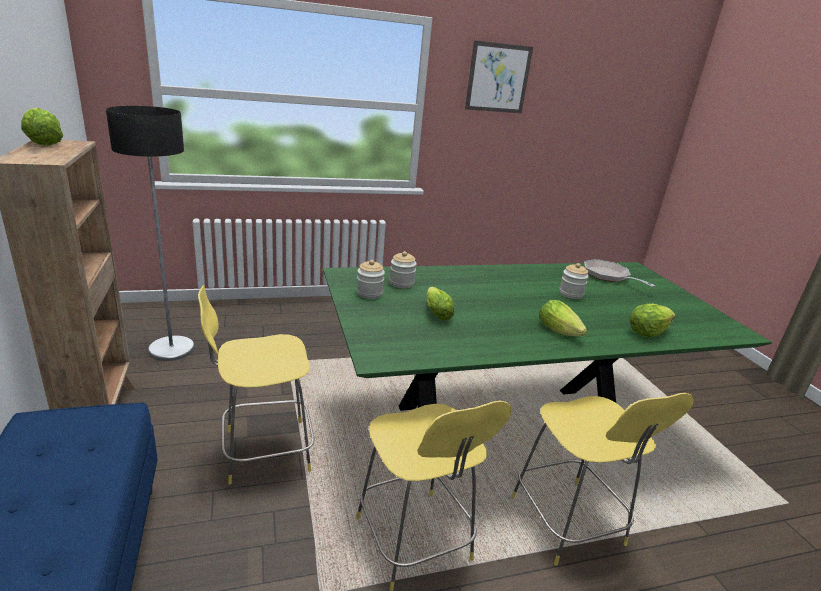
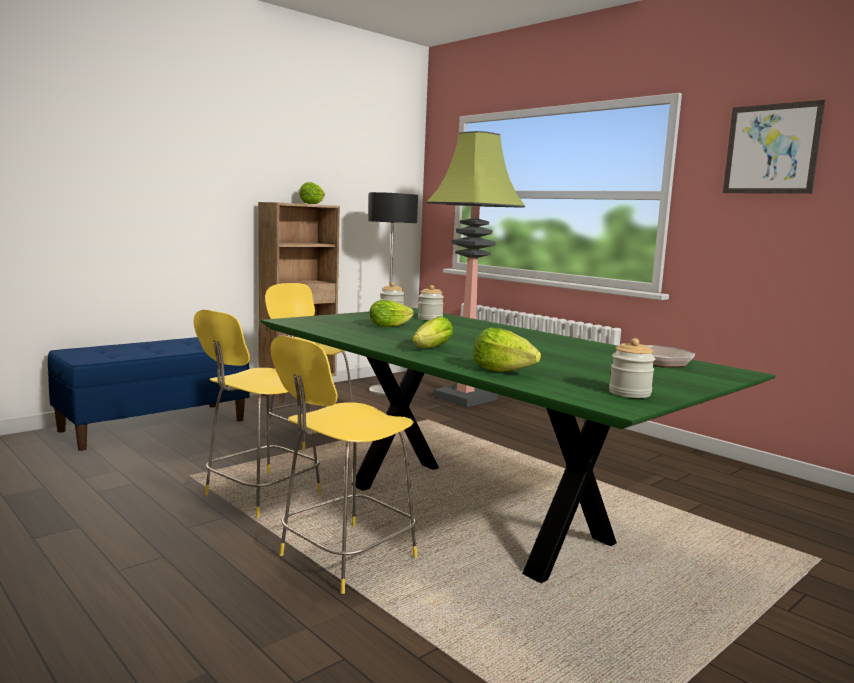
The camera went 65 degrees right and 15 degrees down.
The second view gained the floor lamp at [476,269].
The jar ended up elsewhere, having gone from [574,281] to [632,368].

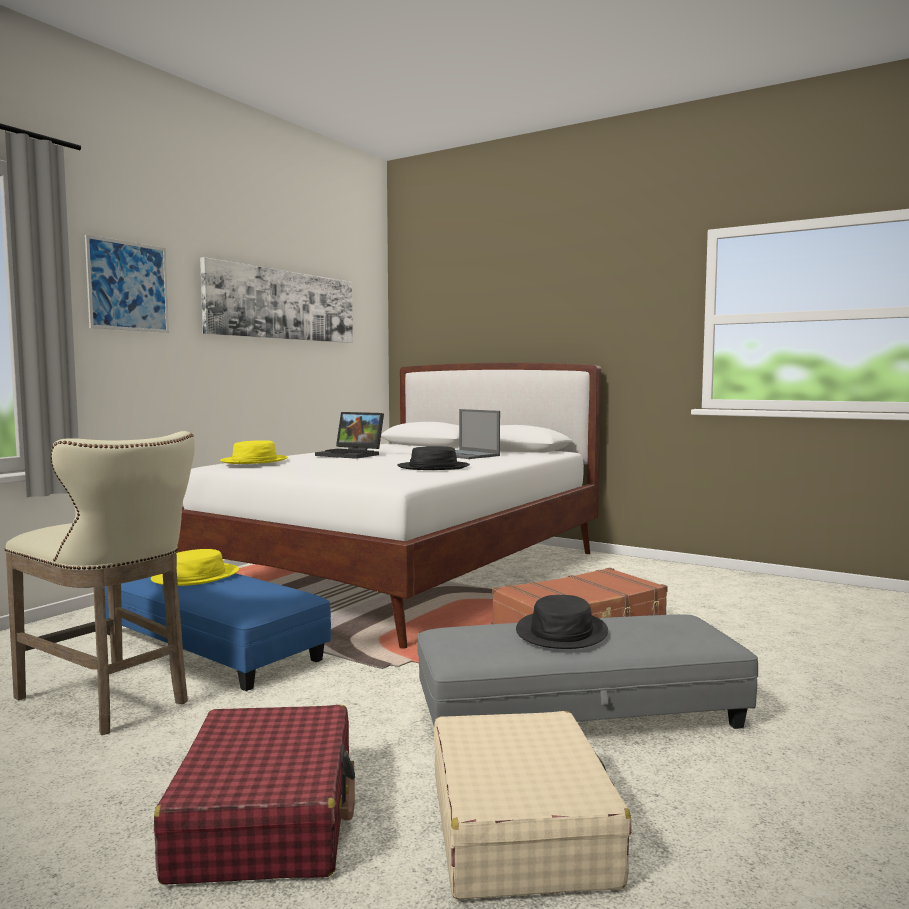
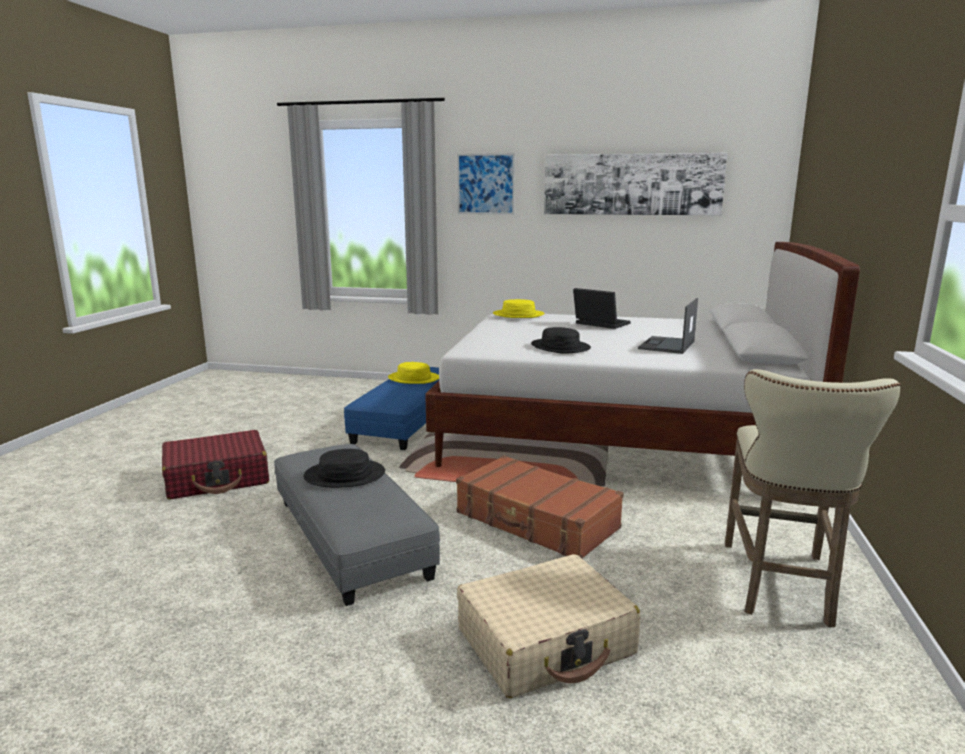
The camera went 70 degrees right and 10 degrees up.
The suitcase (beige) ended up elsewhere, having gone from [533,805] to [548,626].
The laptop at [349,435] ended up facing another way, 120 degrees clockwise from before.
The stool (beige) ended up elsewhere, having gone from [99,583] to [813,498].

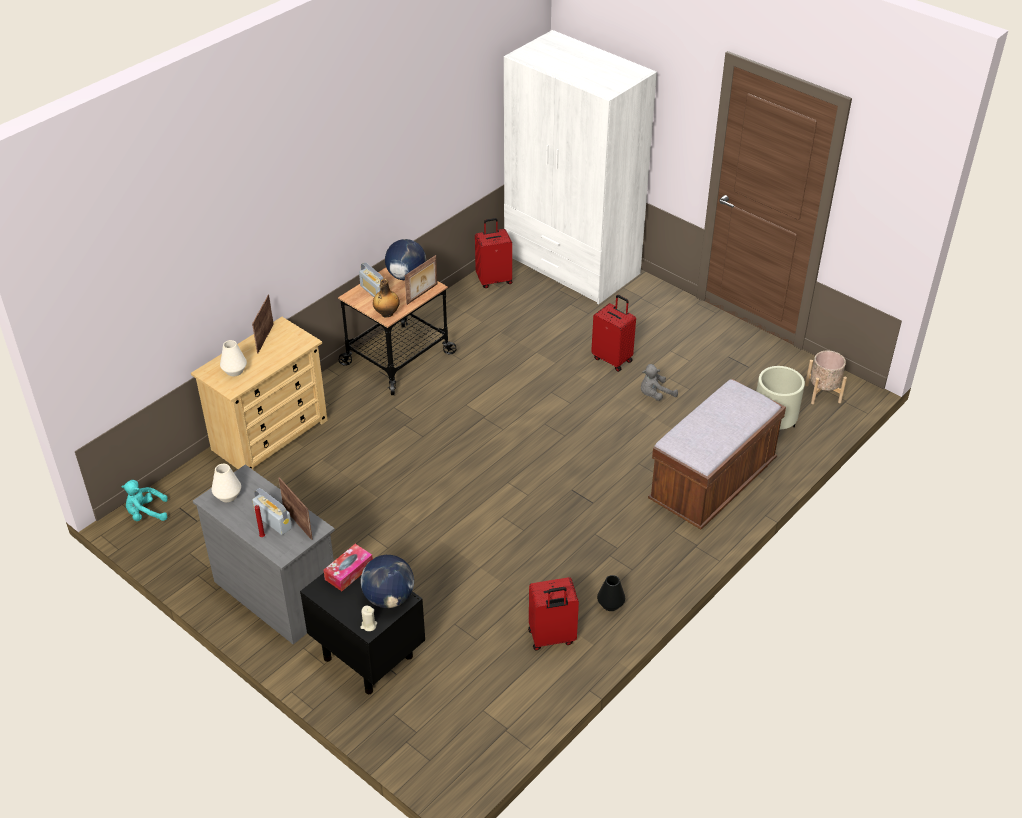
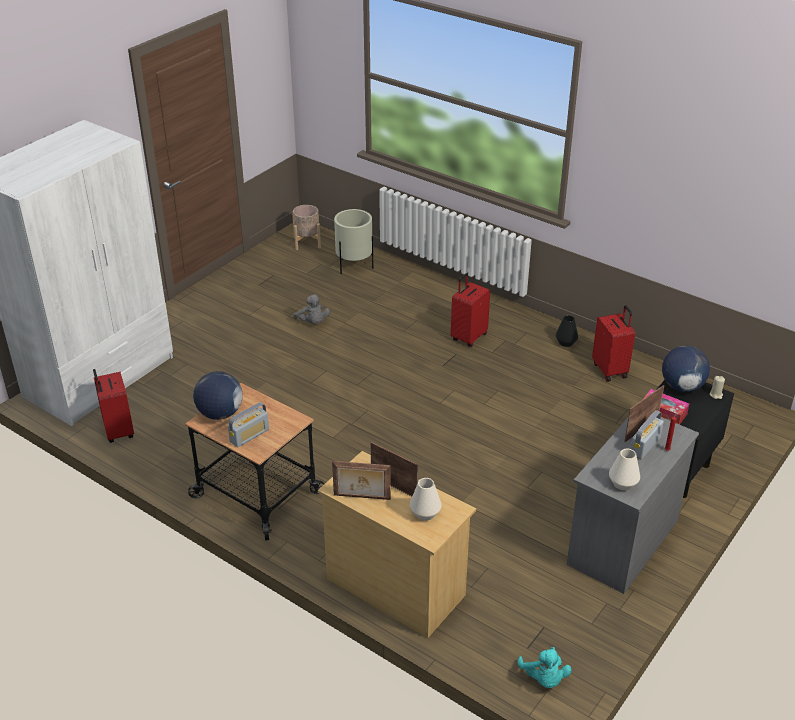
The camera went 95 degrees left and 5 degrees down.
The picture frame ended up elsewhere, having gone from [421,280] to [394,469].
The suitcase (red) ended up elsewhere, having gone from [613,333] to [470,310].
The second view lost the bottle at [386,298].
The second view lost the bench (brown) at [717,454].

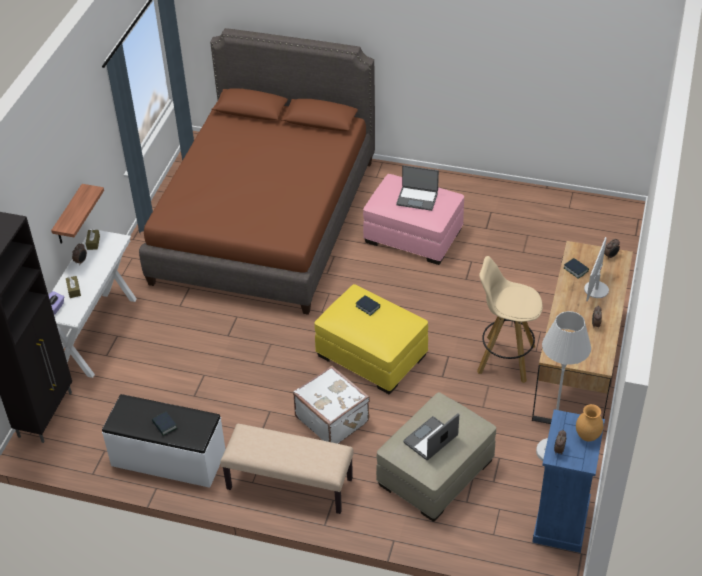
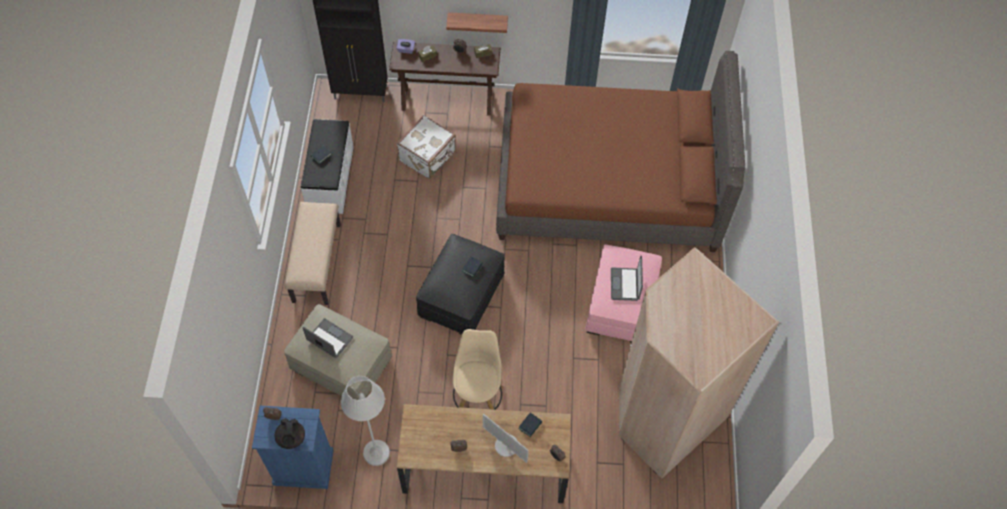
The camera went 75 degrees right and 15 degrees up.
Where the vase (brown) stood at [590,422], the teapot (black) came to stand at [290,433].
What was the console table (white) at [95,303] turned into the console table (brown) at [444,79].
The suitcase (white) ended up elsewhere, having gone from [331,405] to [426,147].
What was the ottoman (yellow) at [371,339] turned into the ottoman (black) at [460,284].
The monitor at [596,269] ended up facing another way, 150 degrees counterclockwise from before.
The second view gained the wardrobe (beige) at [699,363].

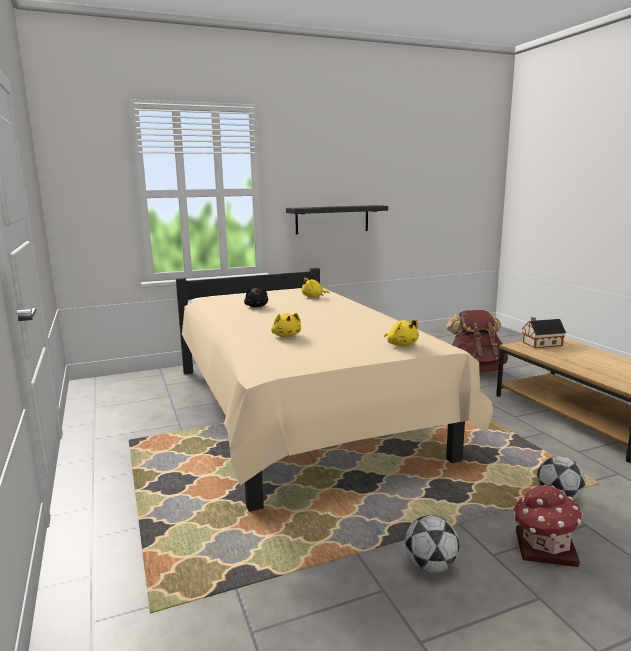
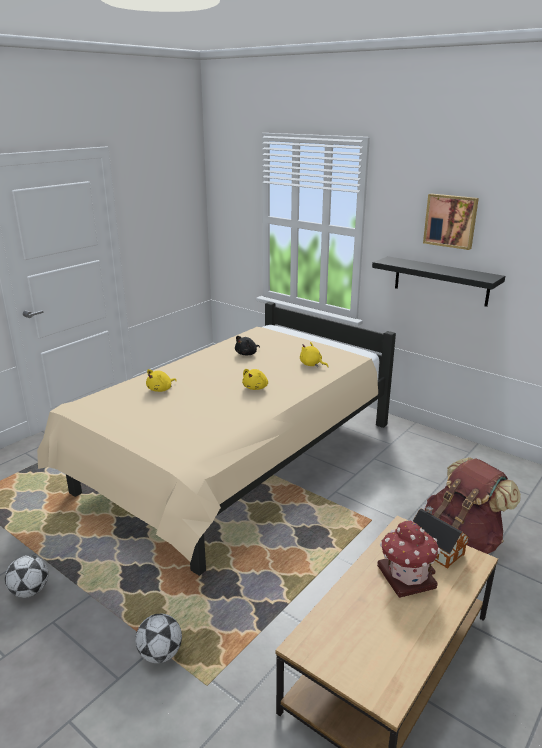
The camera went 60 degrees right and 10 degrees up.
The plush toy (yellow) ended up elsewhere, having gone from [401,332] to [255,379].
The toy house ended up elsewhere, having gone from [548,526] to [408,559].
The second view gained the picture at [451,221].

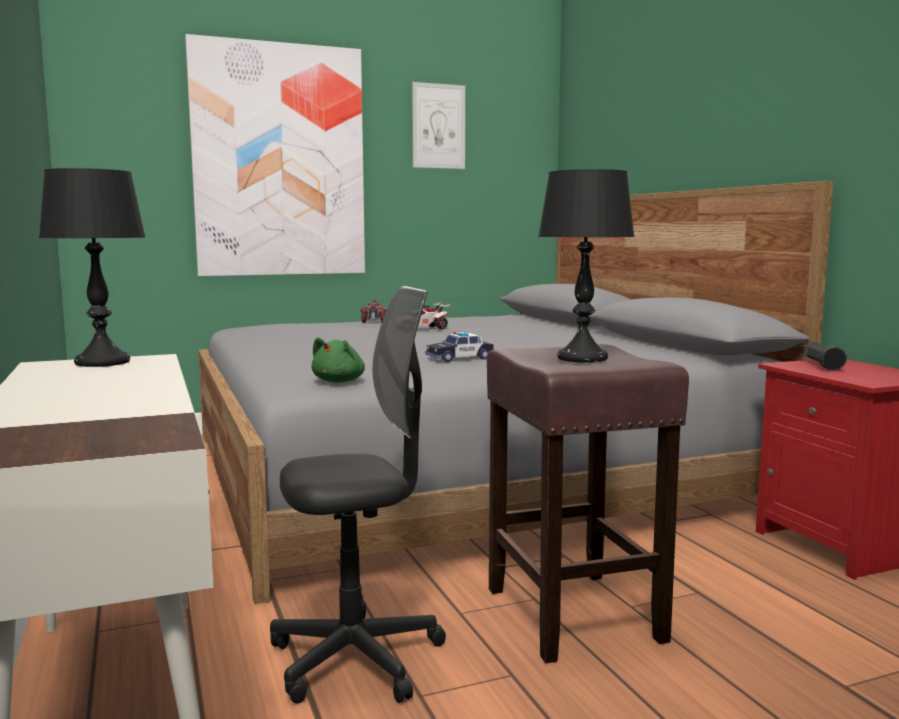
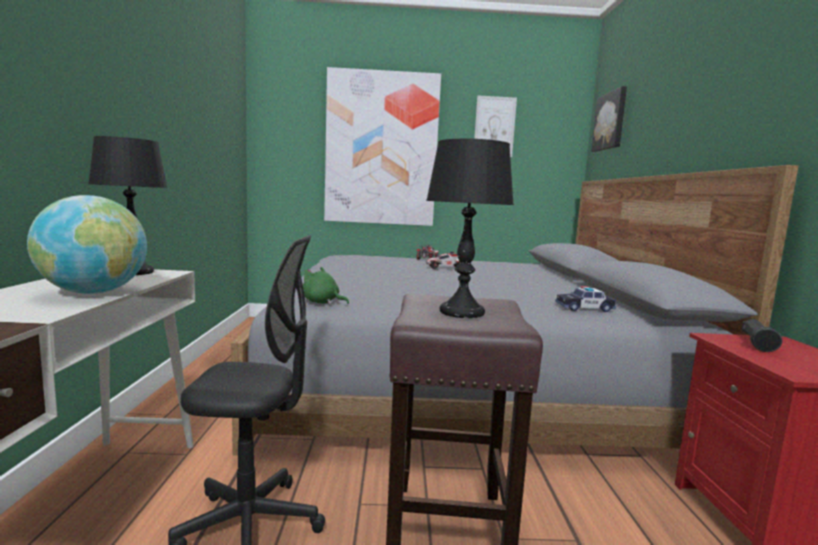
The camera went 20 degrees right and 0 degrees up.
The second view gained the globe at [87,244].
The plush toy (green) at [338,360] ended up facing another way, 75 degrees clockwise from before.
The toy car ended up elsewhere, having gone from [459,346] to [585,299].
The second view gained the picture at [609,119].

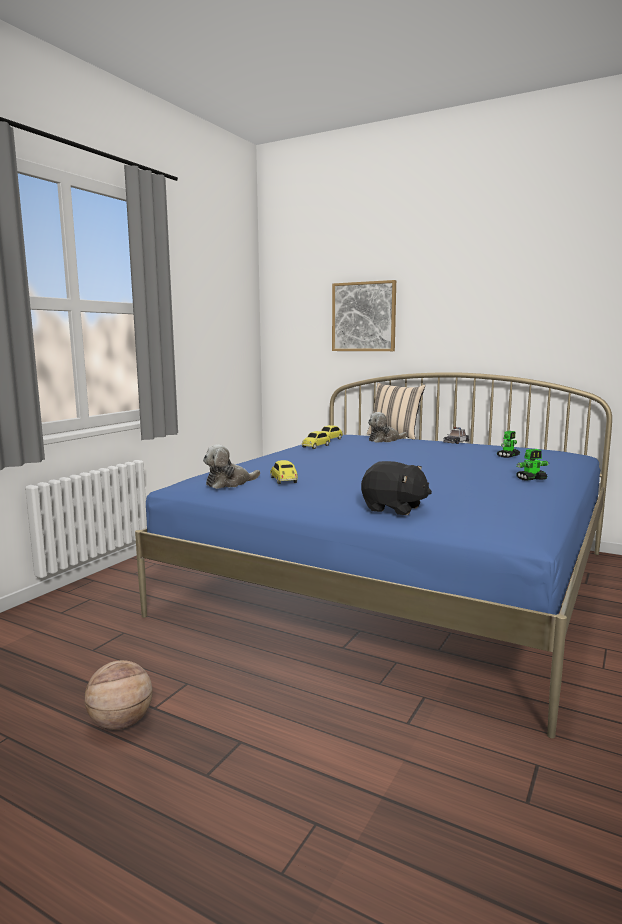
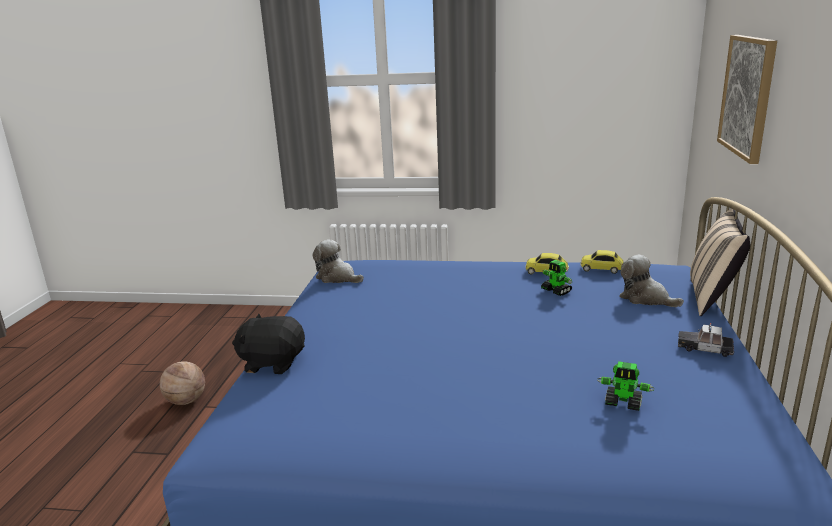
The camera went 70 degrees right and 10 degrees up.
The plush toy (black) at [396,488] ended up facing another way, 90 degrees clockwise from before.
The toy robot ended up elsewhere, having gone from [533,465] to [556,278].
The second view lost the toy car at [284,472].

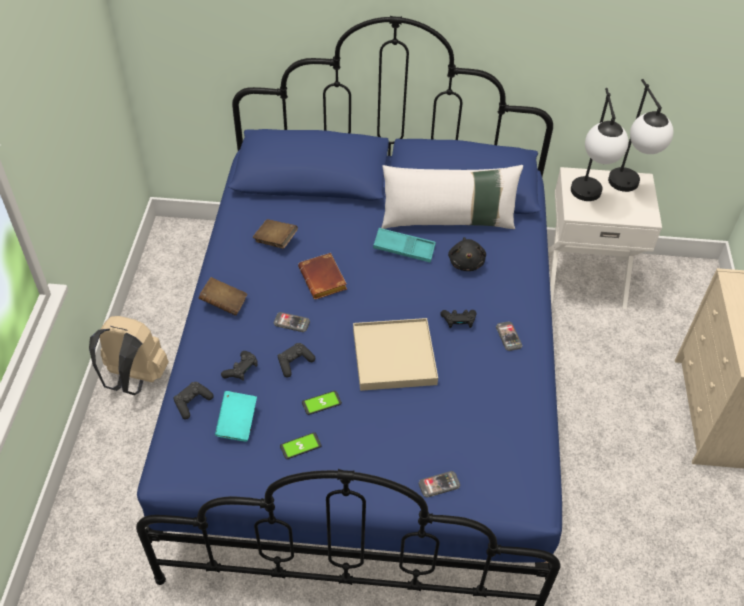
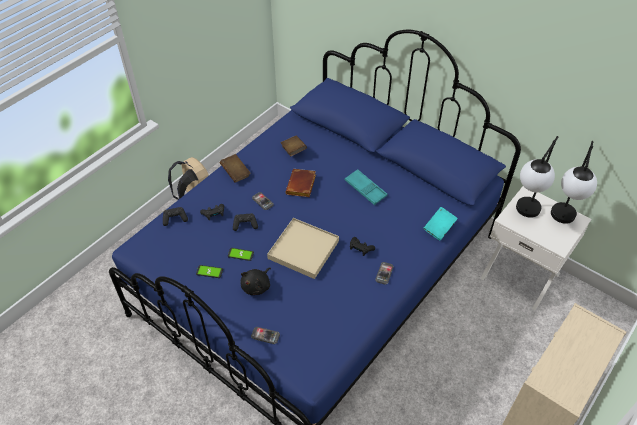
The camera went 35 degrees right and 0 degrees up.
The plush toy (black) ended up elsewhere, having gone from [467,254] to [255,281].
The book (turquoise) ended up elsewhere, having gone from [236,416] to [440,223].
The second view lost the pillow (white) at [452,197].

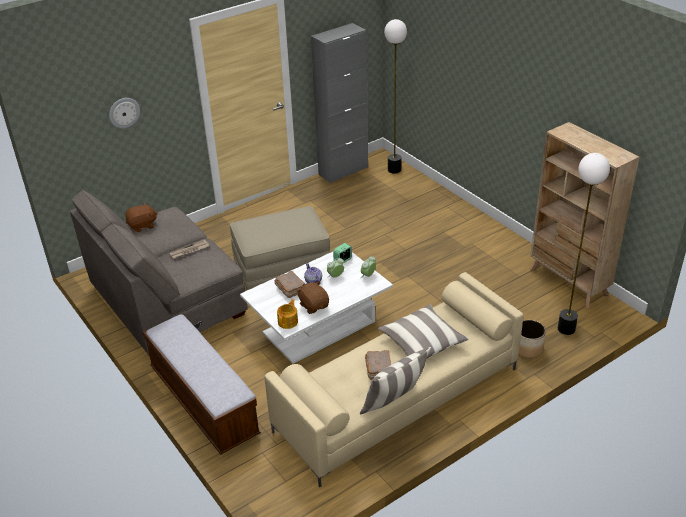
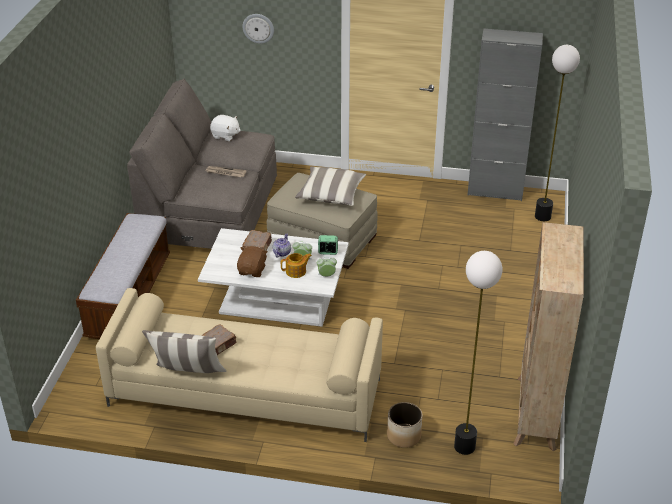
The camera went 45 degrees right and 0 degrees up.
What was the plush toy (brown) at [141,217] turned into the plush toy (white) at [225,128].
The teapot ended up elsewhere, having gone from [287,314] to [296,265].
The pillow ended up elsewhere, having gone from [423,331] to [330,186].

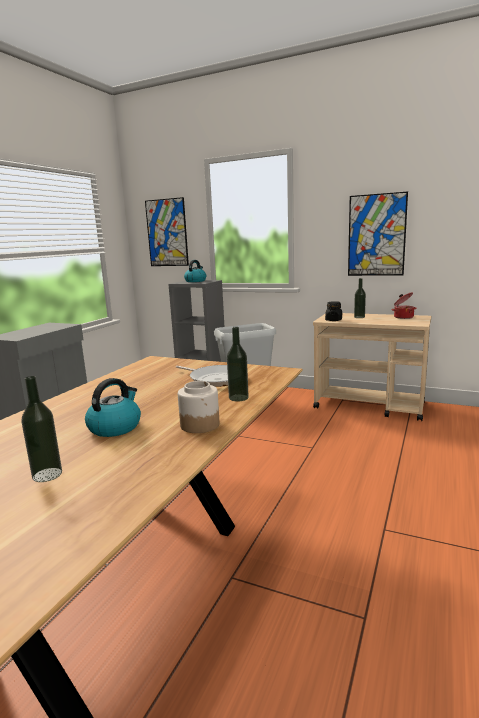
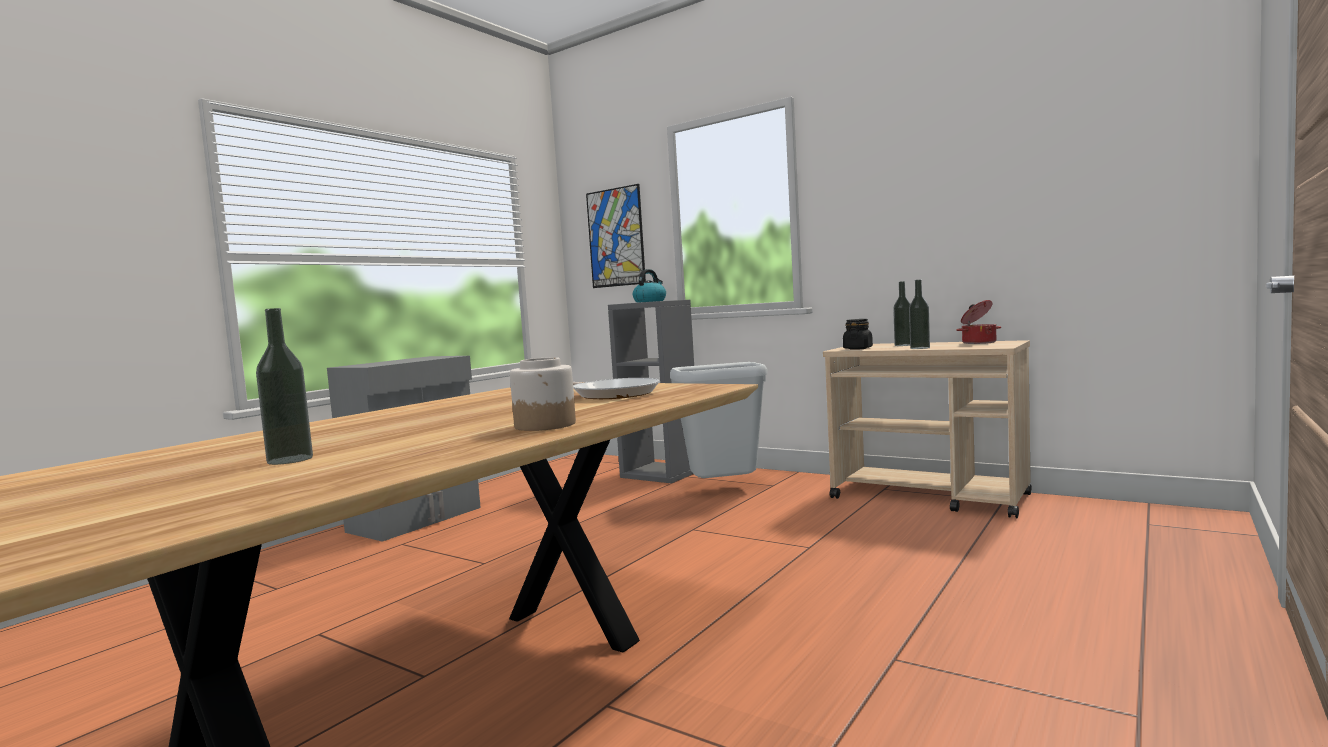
The camera went 10 degrees right and 10 degrees down.
The bottle ended up elsewhere, having gone from [238,364] to [919,314].
The second view lost the kettle at [113,407].
The second view lost the picture at [378,234].

